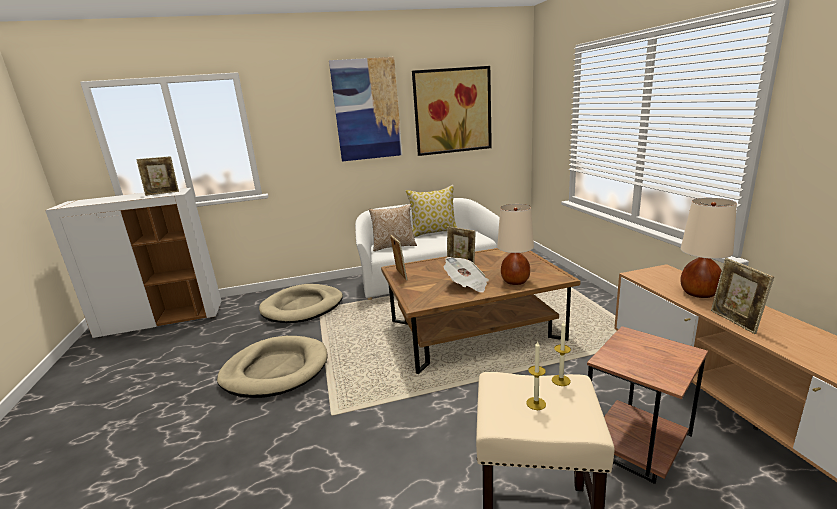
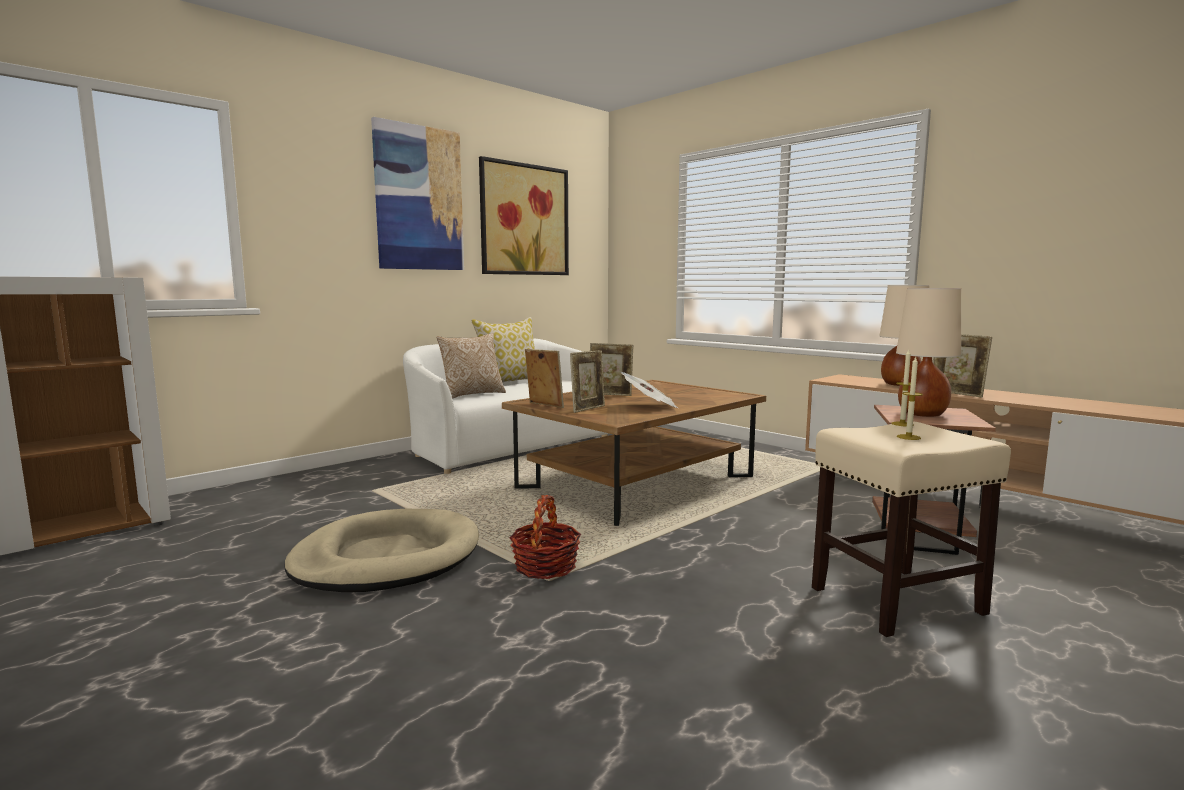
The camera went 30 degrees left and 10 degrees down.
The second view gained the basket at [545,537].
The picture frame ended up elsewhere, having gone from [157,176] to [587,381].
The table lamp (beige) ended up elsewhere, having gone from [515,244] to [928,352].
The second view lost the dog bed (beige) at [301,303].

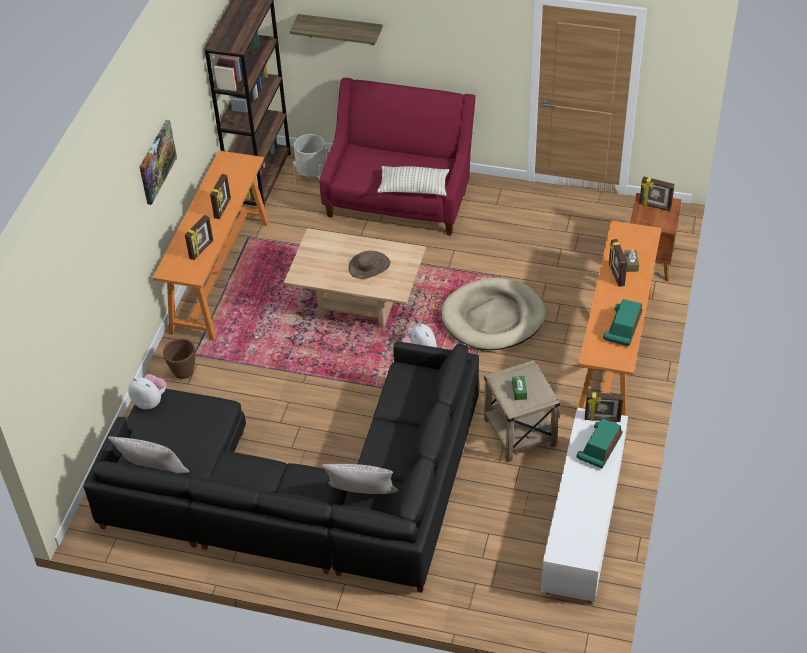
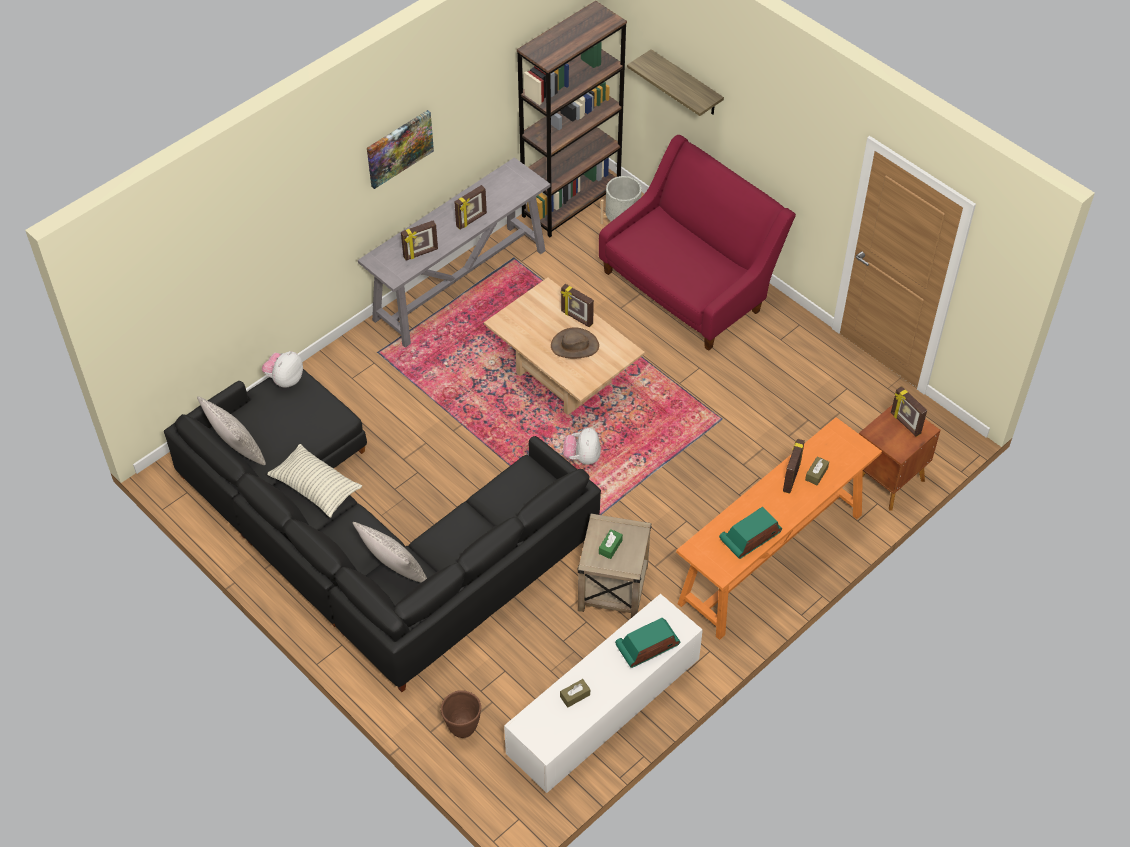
The camera went 30 degrees right and 5 degrees up.
The plush toy at [147,391] ended up facing another way, 120 degrees counterclockwise from before.
The pillow ended up elsewhere, having gone from [413,181] to [314,481].
What was the console table (orange) at [211,246] turned into the console table (grey) at [454,252].
The planter (brown) ended up elsewhere, having gone from [179,359] to [461,714].
The second view gained the tissue box (brown) at [575,693].
The picture frame ended up elsewhere, having gone from [604,407] to [577,305].
The second view lost the dog bed (beige) at [494,314].

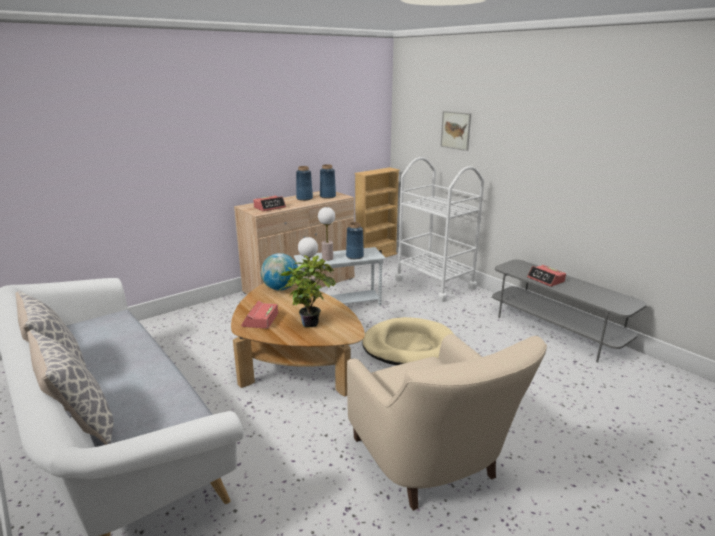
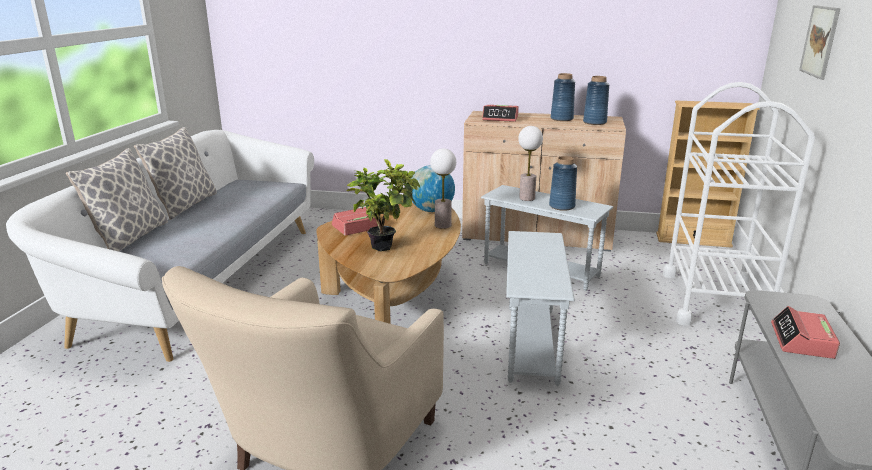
The camera went 50 degrees right and 0 degrees up.
Where the dog bed (beige) stood at [408,341], the side table (white) came to stand at [540,308].

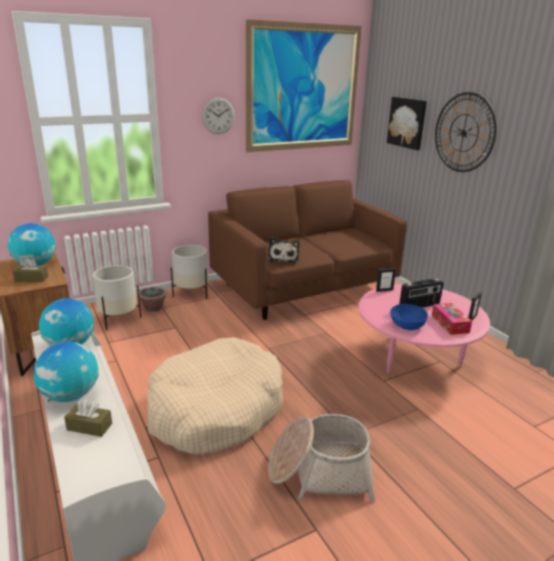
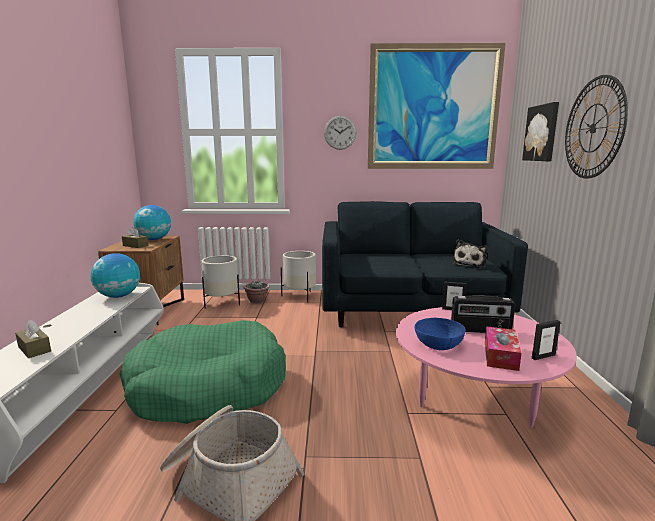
The camera went 30 degrees right and 10 degrees down.
What was the dog bed (beige) at [215,396] turned into the dog bed (green) at [202,372].
What was the sofa (brown) at [307,250] turned into the sofa (blue) at [425,264].
The plush toy ended up elsewhere, having gone from [284,250] to [470,253].
The second view lost the globe at [66,372].

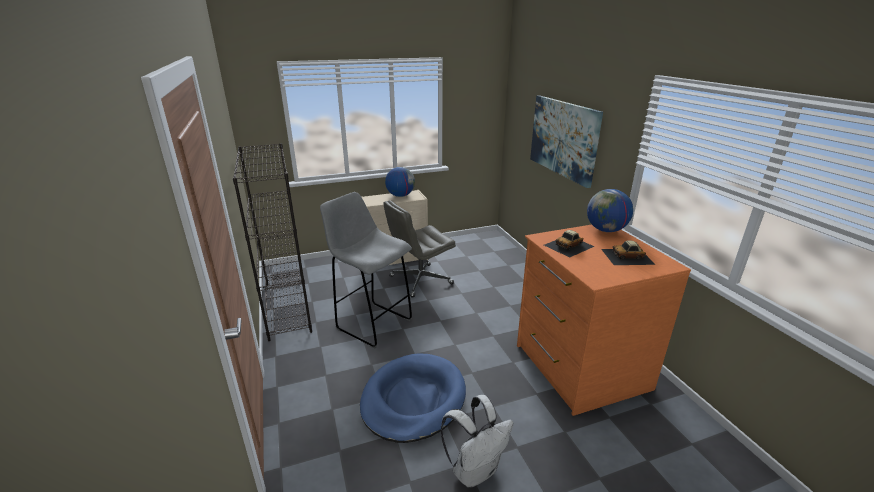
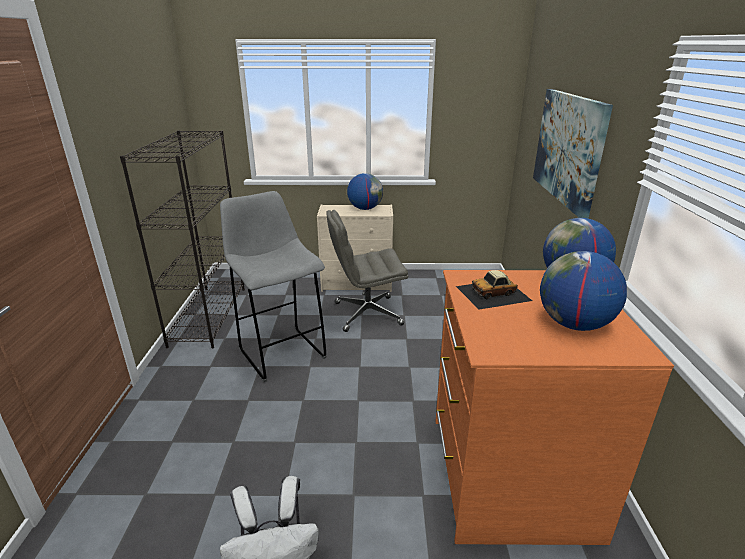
The camera went 20 degrees right and 0 degrees up.
Where the toy car stood at [628,252], the globe came to stand at [583,291].
The second view lost the dog bed (blue) at [413,398].

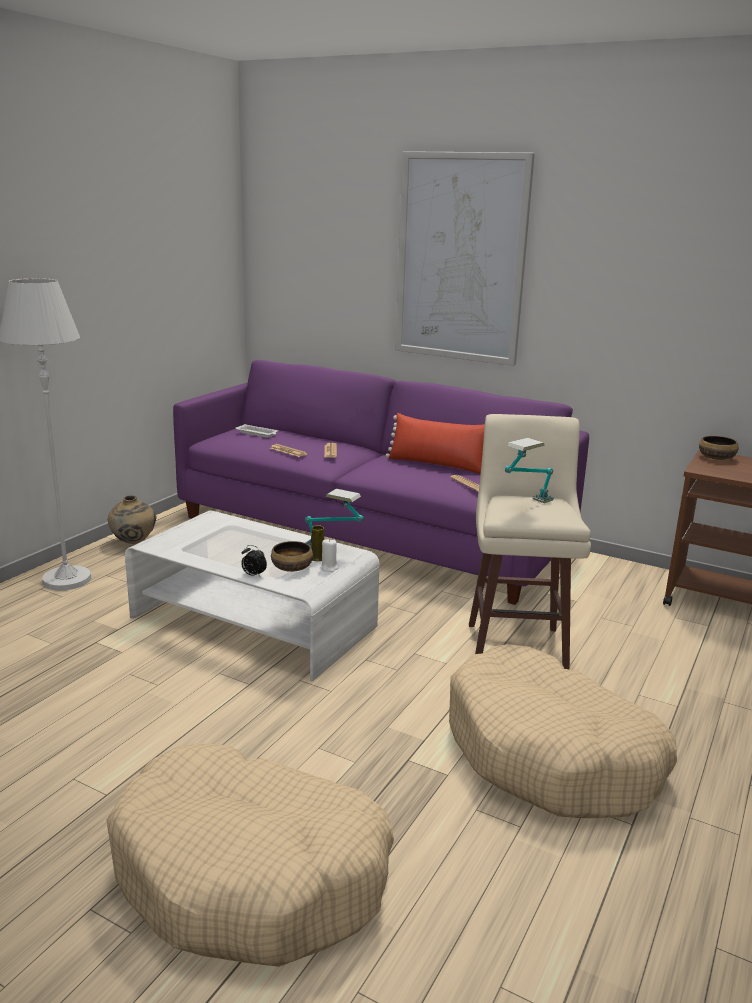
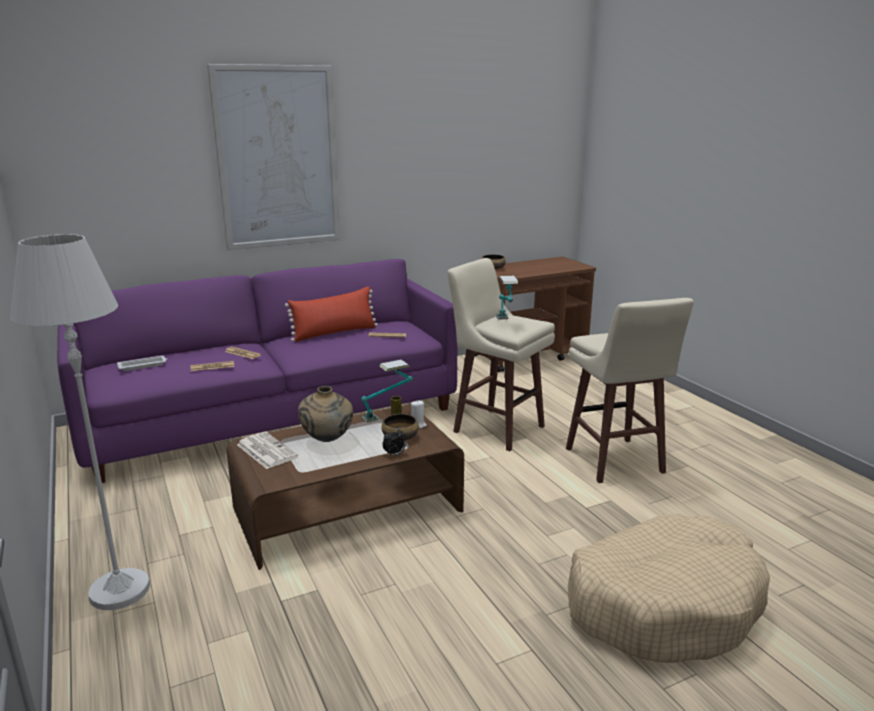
The camera went 55 degrees left and 0 degrees up.
What was the coffee table (white) at [252,596] turned into the coffee table (brown) at [345,487].
The second view gained the newspaper at [267,450].
The vase (beige) ended up elsewhere, having gone from [132,519] to [325,414].
Where the dog bed (beige) stood at [563,731], the stool (beige) came to stand at [630,390].

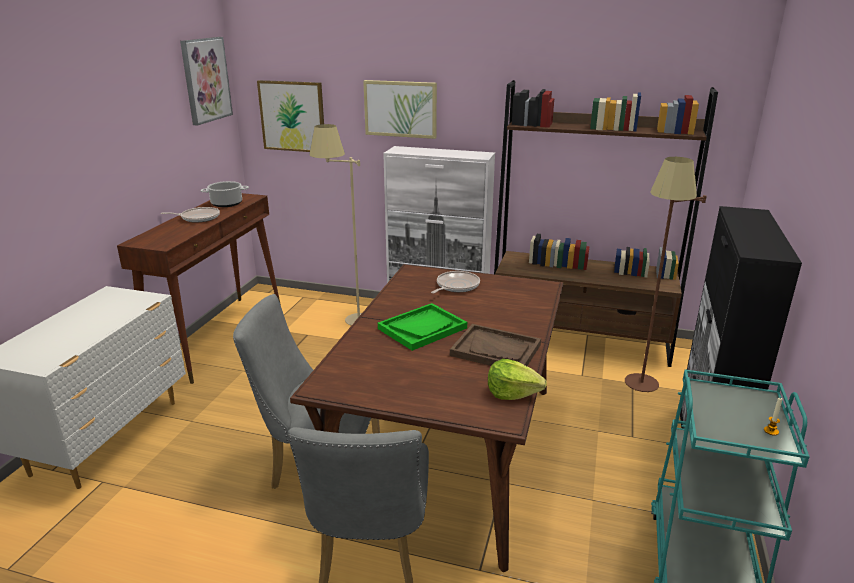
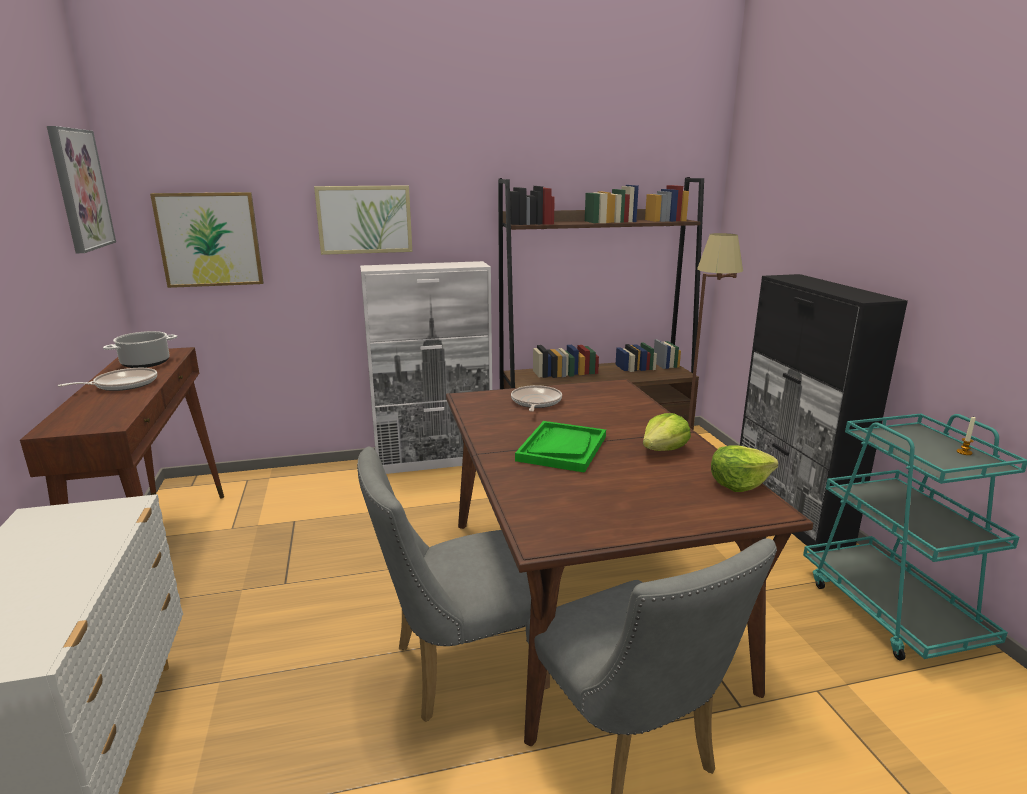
The camera went 30 degrees left and 5 degrees down.
Where the tray (brown) stood at [495,345], the lettuce came to stand at [667,432].
The second view lost the floor lamp (beige) at [335,225].

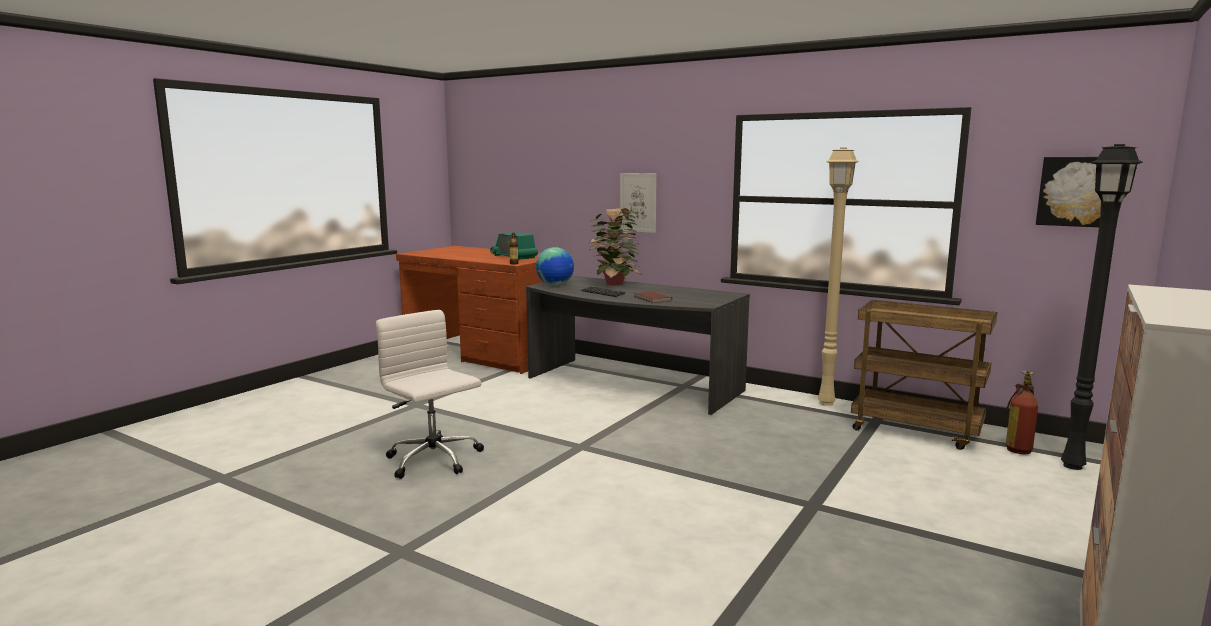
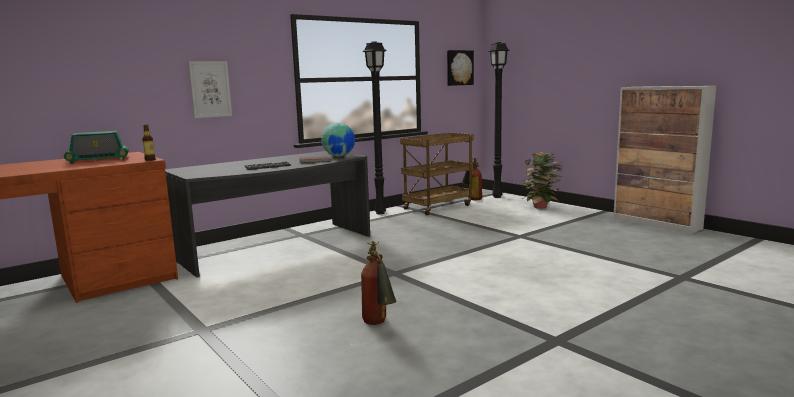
The camera went 70 degrees left and 0 degrees up.
The globe ended up elsewhere, having gone from [555,266] to [338,140].
Where the office chair (white) stood at [430,394], the fire extinguisher came to stand at [379,283].
What was the floor lamp (beige) at [838,277] turned into the floor lamp (black) at [374,127].
The potted plant ended up elsewhere, having gone from [615,246] to [542,180].

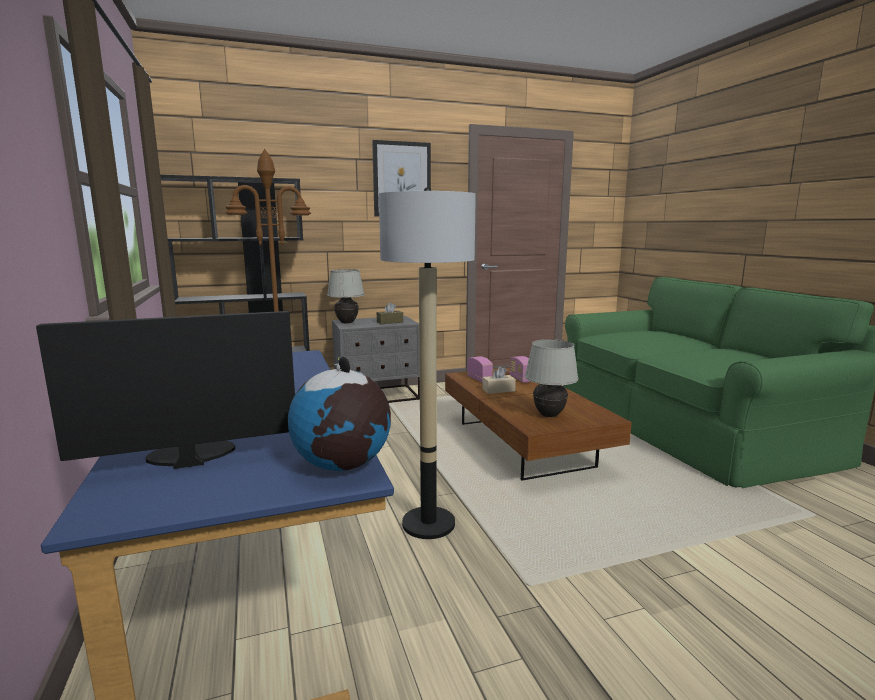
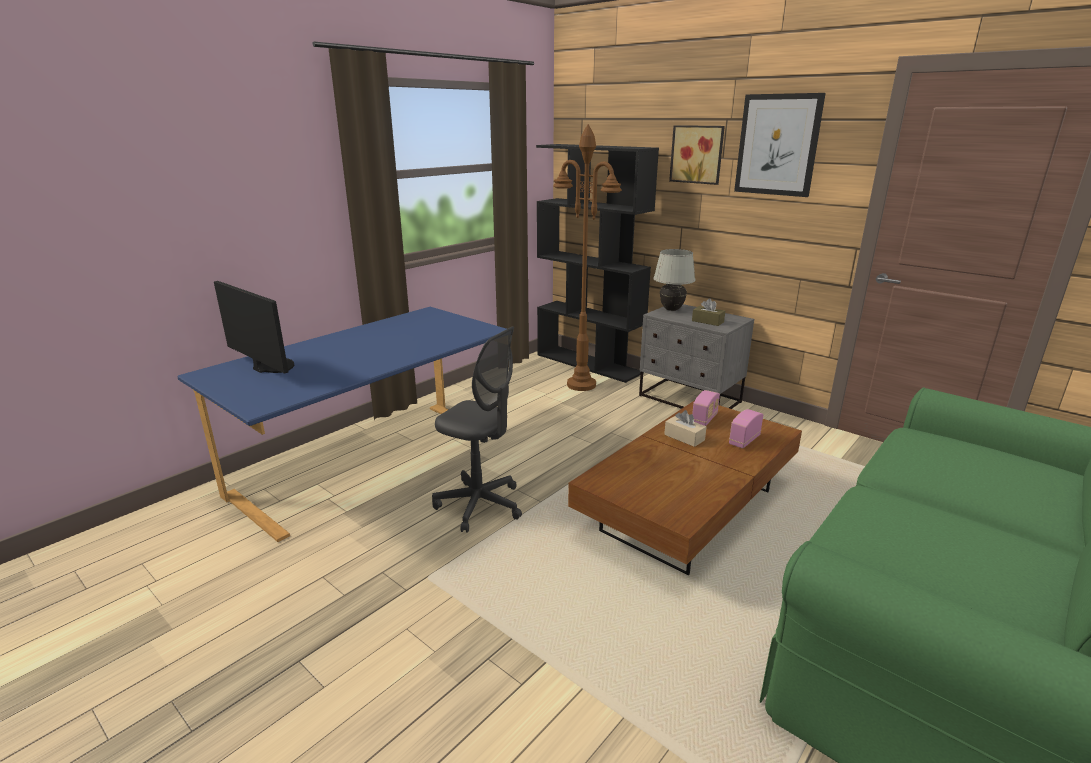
The camera went 60 degrees right and 10 degrees up.
Where the floor lamp stood at [427,363], the office chair (grey) came to stand at [477,429].
The second view gained the picture at [697,155].
The second view lost the globe at [339,413].
The second view lost the table lamp (white) at [551,378].

